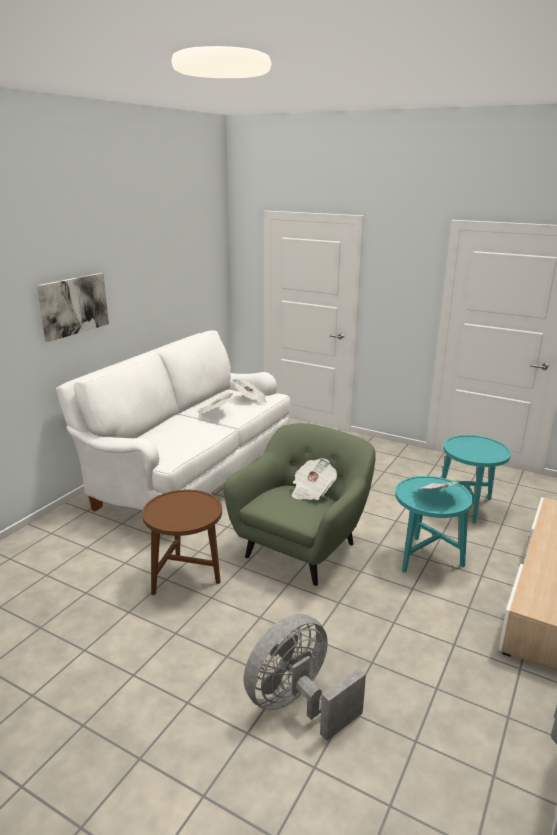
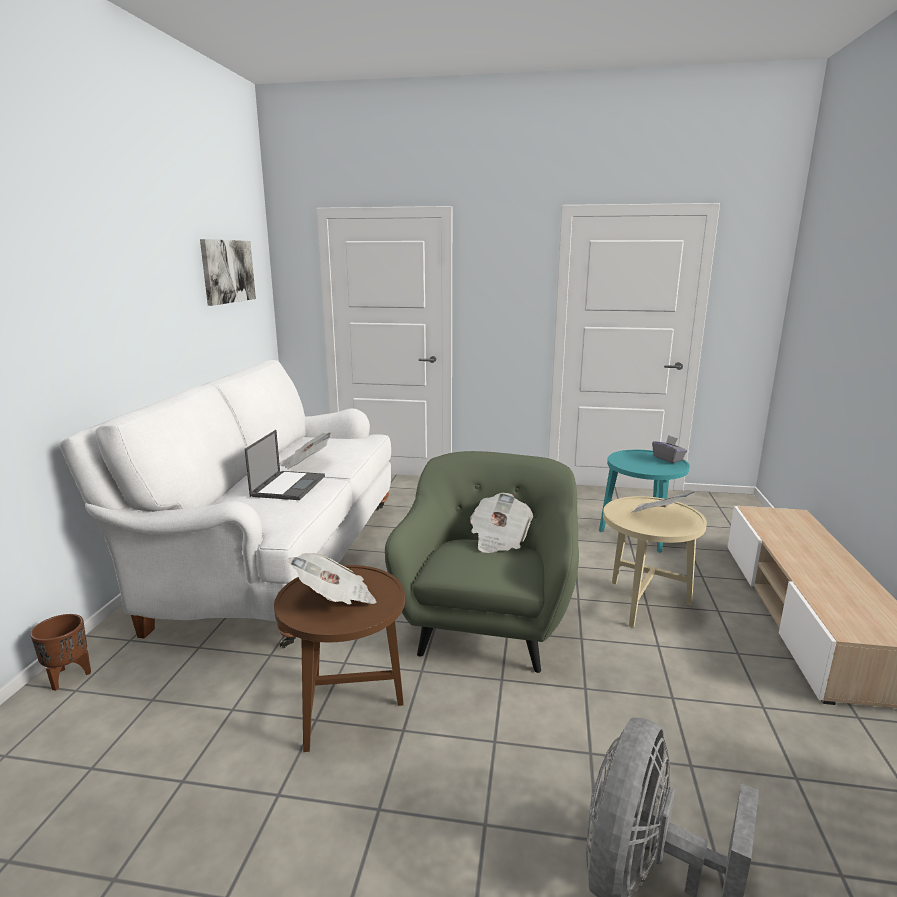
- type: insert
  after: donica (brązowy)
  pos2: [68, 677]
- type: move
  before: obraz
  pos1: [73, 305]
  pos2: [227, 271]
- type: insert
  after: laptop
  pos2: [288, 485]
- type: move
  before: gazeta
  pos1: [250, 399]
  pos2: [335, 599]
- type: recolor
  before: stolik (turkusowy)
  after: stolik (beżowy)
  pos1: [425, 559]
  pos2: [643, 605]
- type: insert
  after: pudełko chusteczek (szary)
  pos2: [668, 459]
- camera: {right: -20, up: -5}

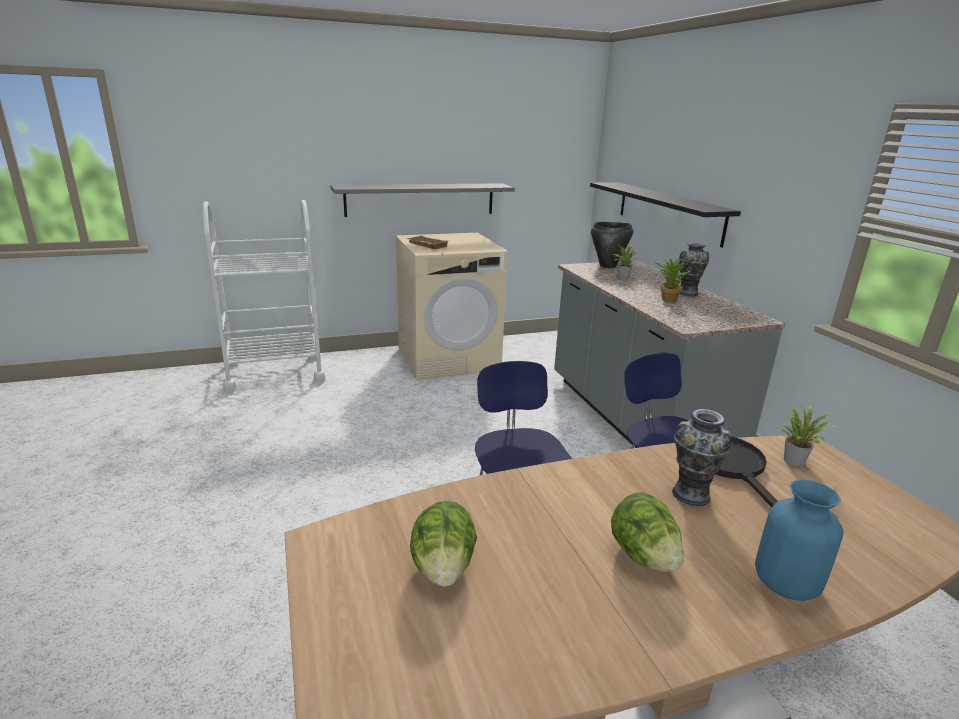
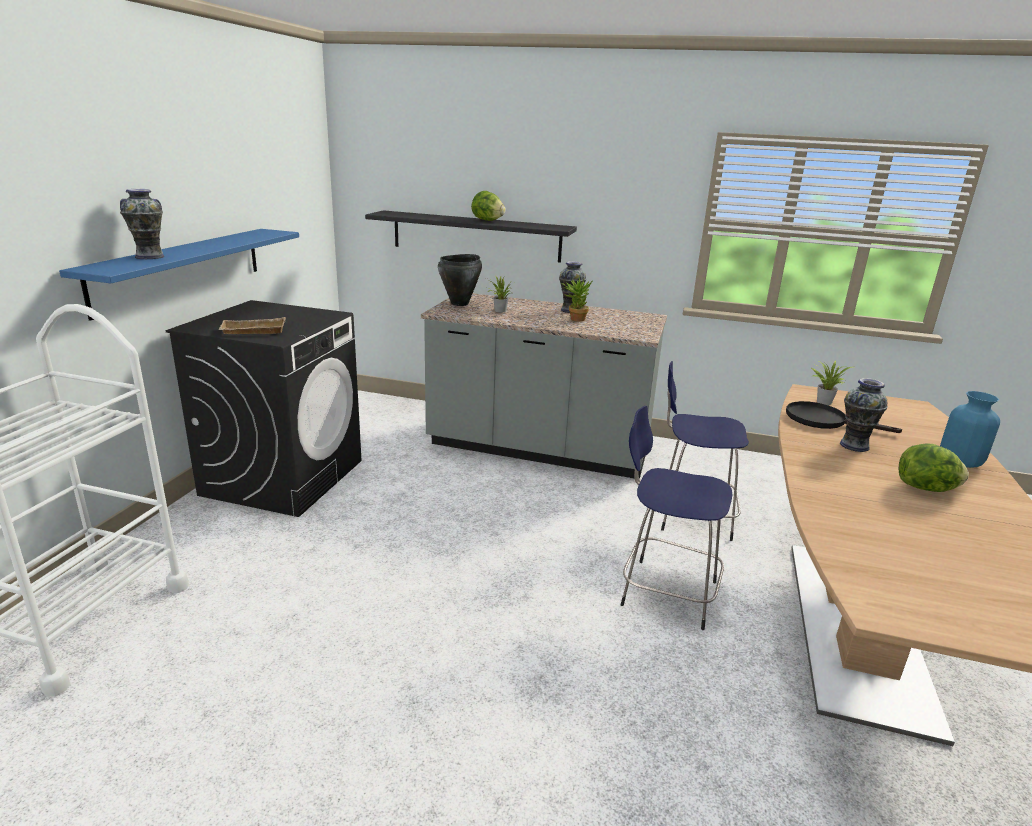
- type: recolor
  before: półka (szary)
  after: półka (niebieski)
  pos1: [420, 199]
  pos2: [181, 269]
- type: insert
  after: wazon
  pos2: [149, 257]
- type: recolor
  before: pralka (beżowy)
  after: pralka (czarny)
  pos1: [448, 359]
  pos2: [284, 477]
- type: move
  before: sałata
  pos1: [443, 568]
  pos2: [487, 220]
- camera: {right: -55, up: 0}

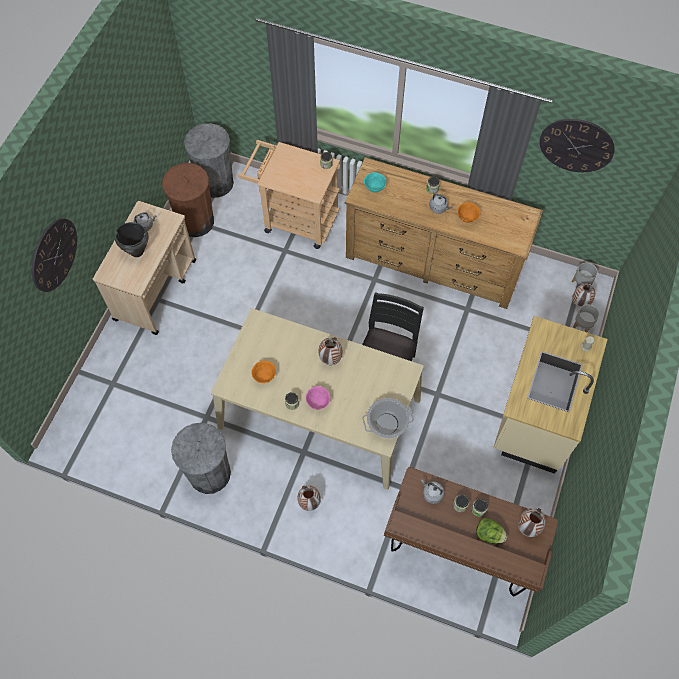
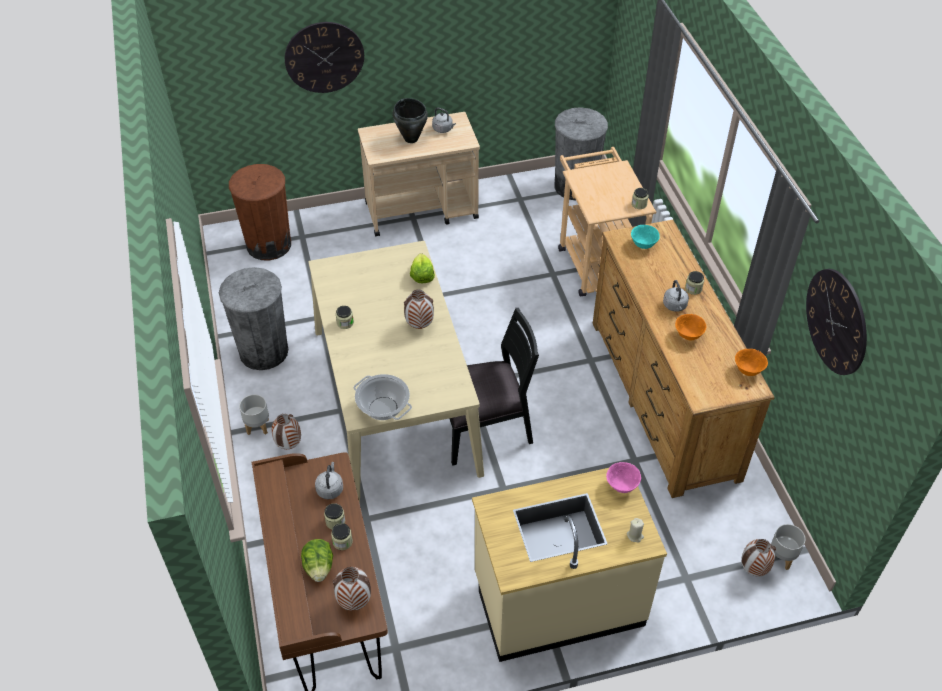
- type: move
  before: kosz na śmieci (brązowy)
  pos1: [195, 221]
  pos2: [269, 245]
- type: move
  before: donica (szary)
  pos1: [582, 326]
  pos2: [257, 426]
- type: insert
  after: sałata
  pos2: [422, 276]
- type: move
  before: miska (różowy)
  pos1: [318, 402]
  pos2: [621, 486]
- type: move
  before: miska (pomarańczowy)
  pos1: [264, 376]
  pos2: [748, 370]
- camera: {right: 55, up: -15}

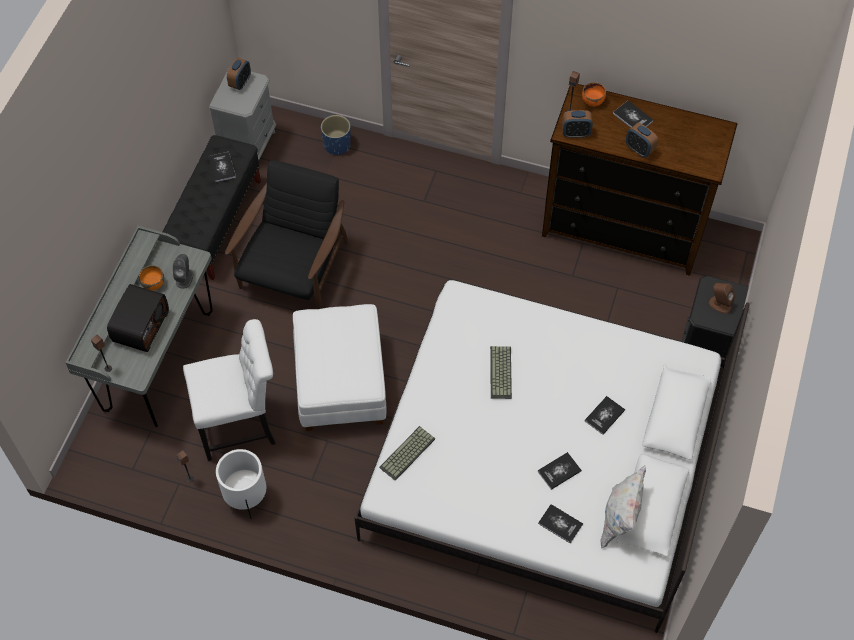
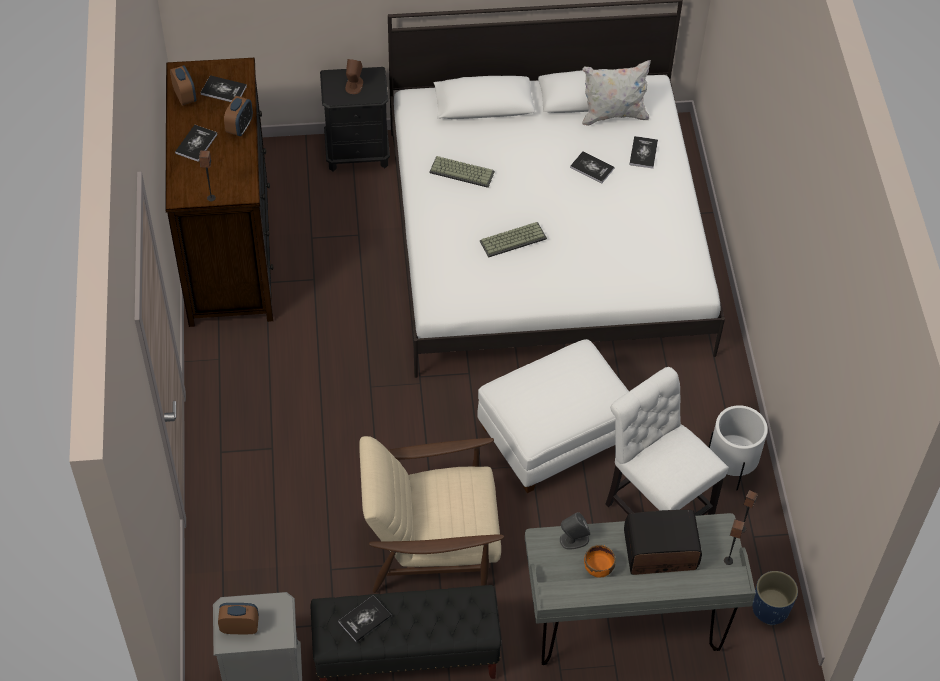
- type: move
  before: budzik
  pos1: [575, 133]
  pos2: [185, 97]
- type: move
  before: książka
  pos1: [604, 415]
  pos2: [223, 90]
- type: recolor
  before: fotel (czarny)
  after: fotel (beżowy)
  pos1: [294, 269]
  pos2: [431, 542]
- type: move
  before: klawiatura
  pos1: [407, 454]
  pos2: [463, 172]
- type: move
  before: donica (niebieski)
  pos1: [337, 145]
  pos2: [770, 608]
- type: delete
  before: miska (pomarańczowy)
  pos1: [592, 101]
- camera: {right: -115, up: -5}

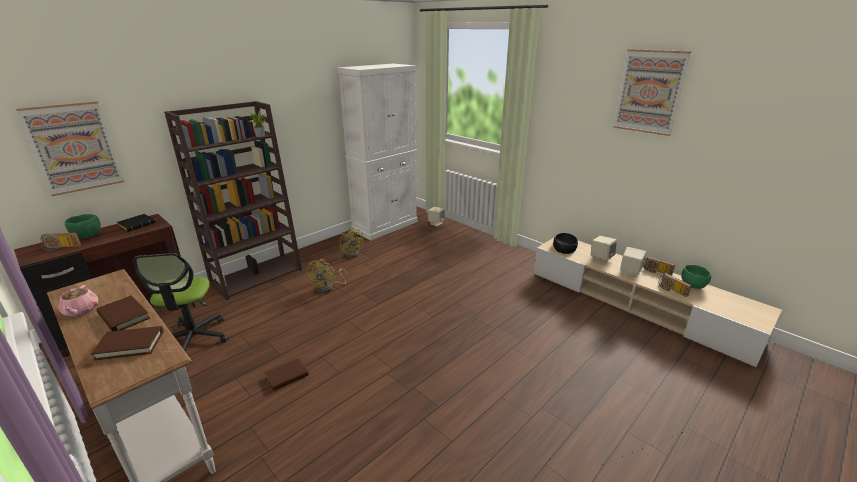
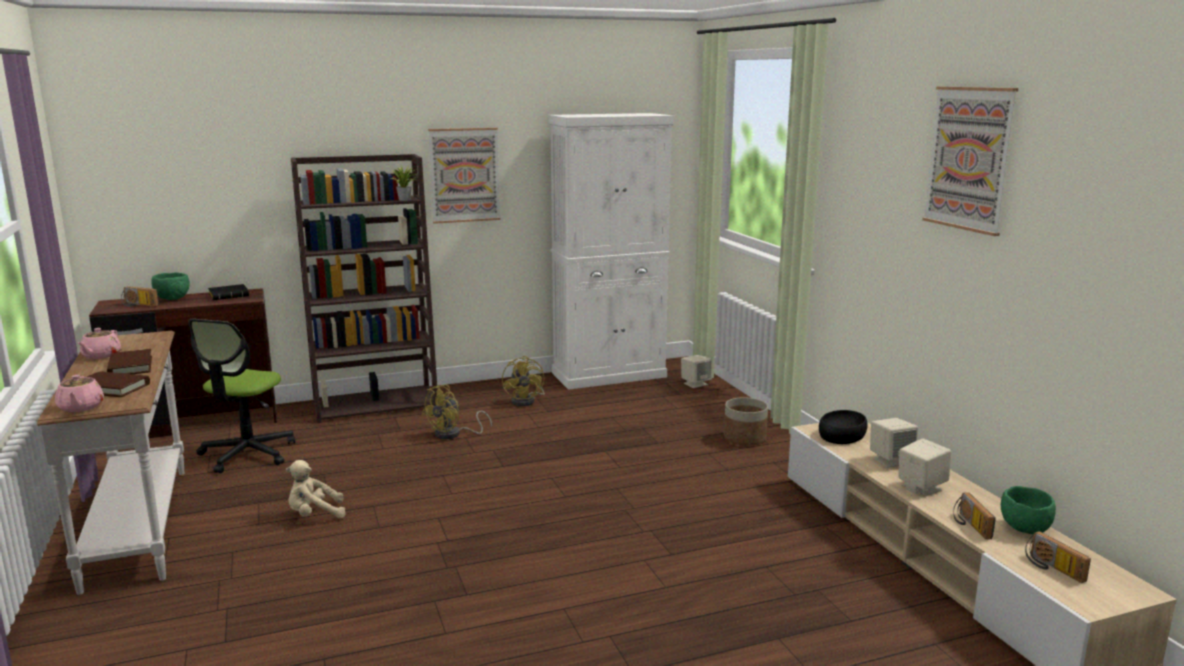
- type: insert
  after: imbryk (różowy)
  pos2: [81, 407]
- type: replace
  before: książka (brązowy)
  after: pluszak (beżowy)
  pos1: [287, 376]
  pos2: [314, 515]
- type: move
  before: obraz
  pos1: [74, 148]
  pos2: [464, 175]
- type: insert
  after: donica
  pos2: [744, 438]
- type: move
  before: radio
  pos1: [656, 271]
  pos2: [1052, 568]
- camera: {right: 25, up: -10}

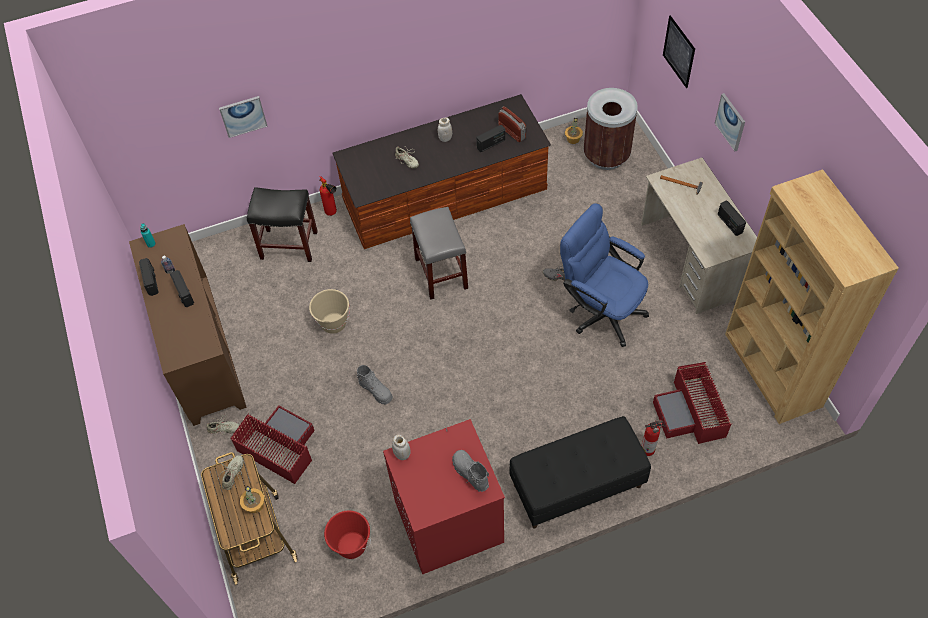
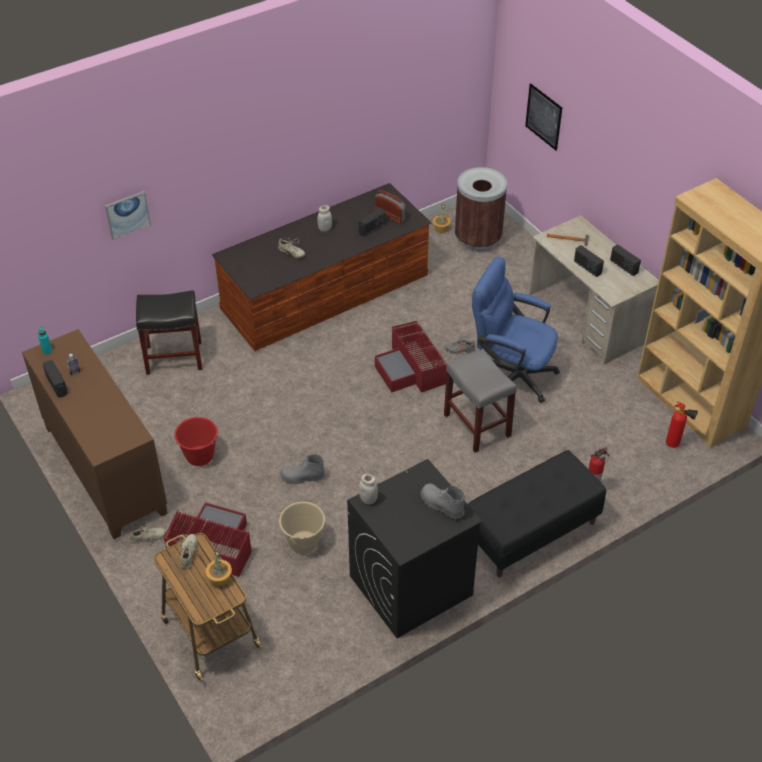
- type: move
  before: wiadro (czerwony)
  pos1: [351, 545]
  pos2: [199, 456]
- type: move
  before: wiadro (beżowy)
  pos1: [333, 323]
  pos2: [303, 542]
- type: rotate
  before: but z cholewką (szary)
  pos1: [376, 390]
  pos2: [302, 477]
  turn: 150
- type: recolor
  before: pralka (czerwony)
  after: pralka (czarny)
  pos1: [448, 522]
  pos2: [410, 586]
- type: move
  before: pojemnik do przechowywania (czerwony)
  pos1: [691, 412]
  pos2: [411, 369]
- type: move
  before: stołek (szary)
  pos1: [442, 274]
  pos2: [478, 425]
- type: move
  before: radio
  pos1: [184, 294]
  pos2: [587, 267]
- type: move
  before: gaśnica
  pos1: [333, 213]
  pos2: [675, 445]
- type: delete
  before: obraz
  pos1: [730, 122]
- camera: {right: -15, up: -10}

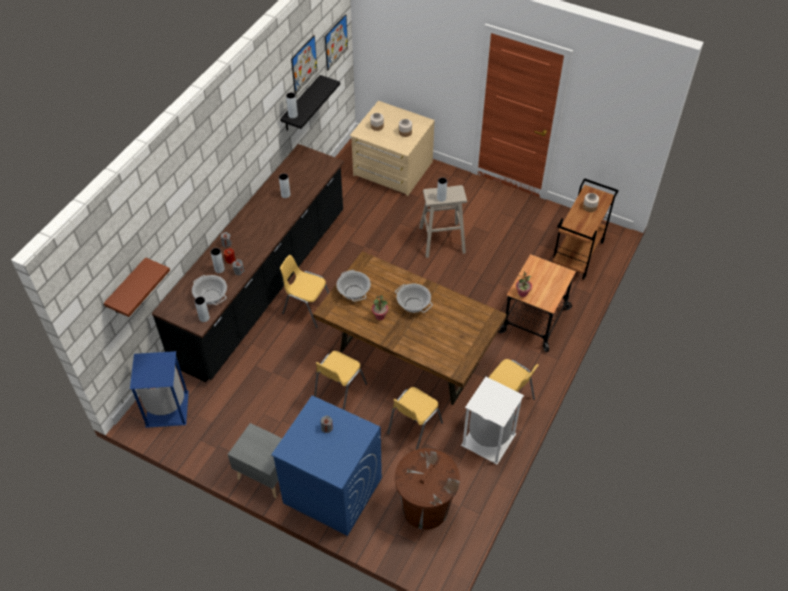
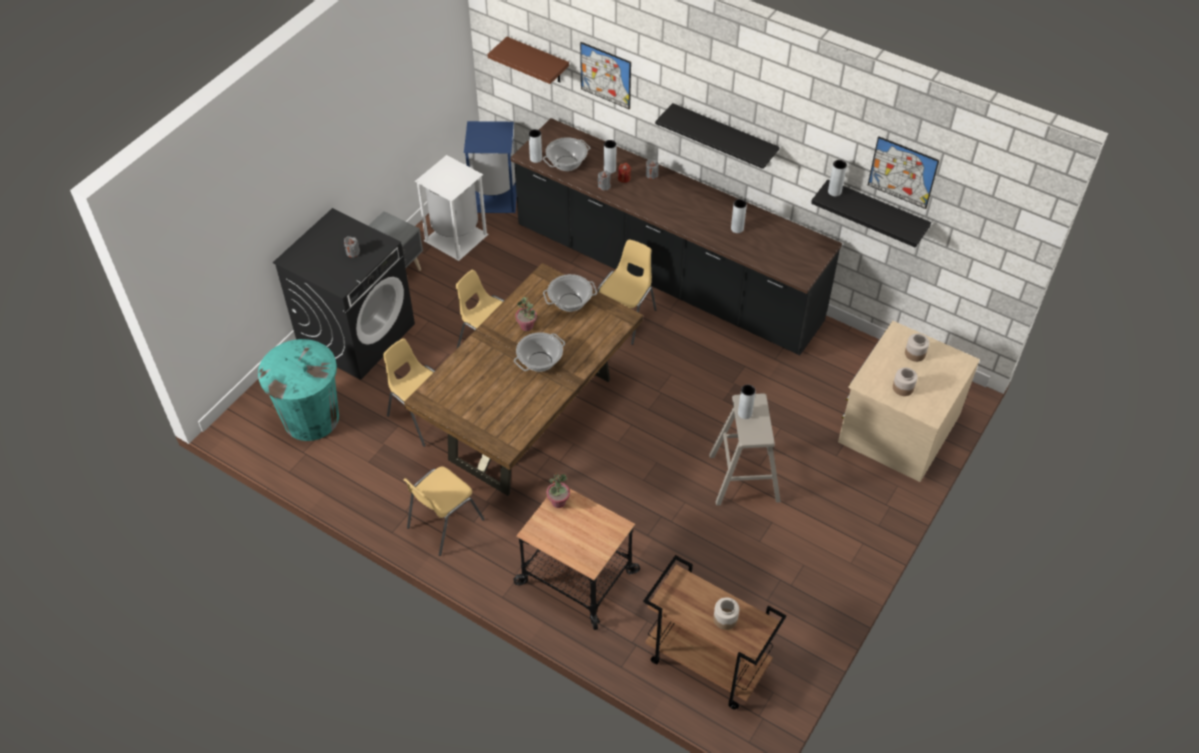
- type: recolor
  before: kosz na śmieci (brązowy)
  after: kosz na śmieci (turkusowy)
  pos1: [425, 508]
  pos2: [311, 418]
- type: recolor
  before: pralka (niebieski)
  after: pralka (czarny)
  pos1: [332, 490]
  pos2: [356, 334]
- type: move
  before: kosz na śmieci (biały)
  pos1: [488, 440]
  pos2: [455, 238]
- type: move
  before: obraz
  pos1: [336, 42]
  pos2: [605, 75]
- type: insert
  after: półka (czarny)
  pos2: [724, 136]
- camera: {right: 95, up: 0}

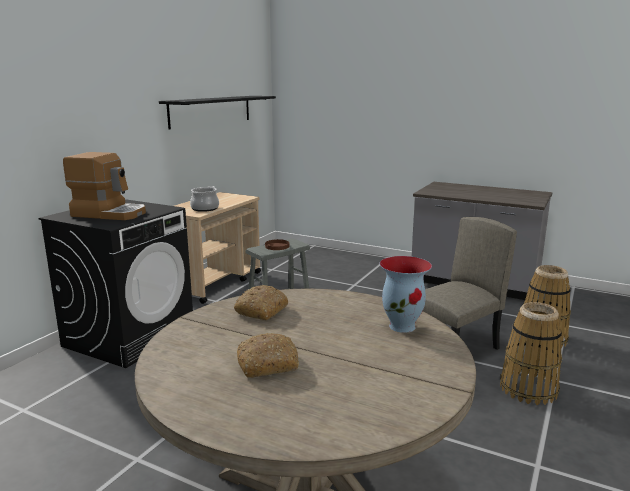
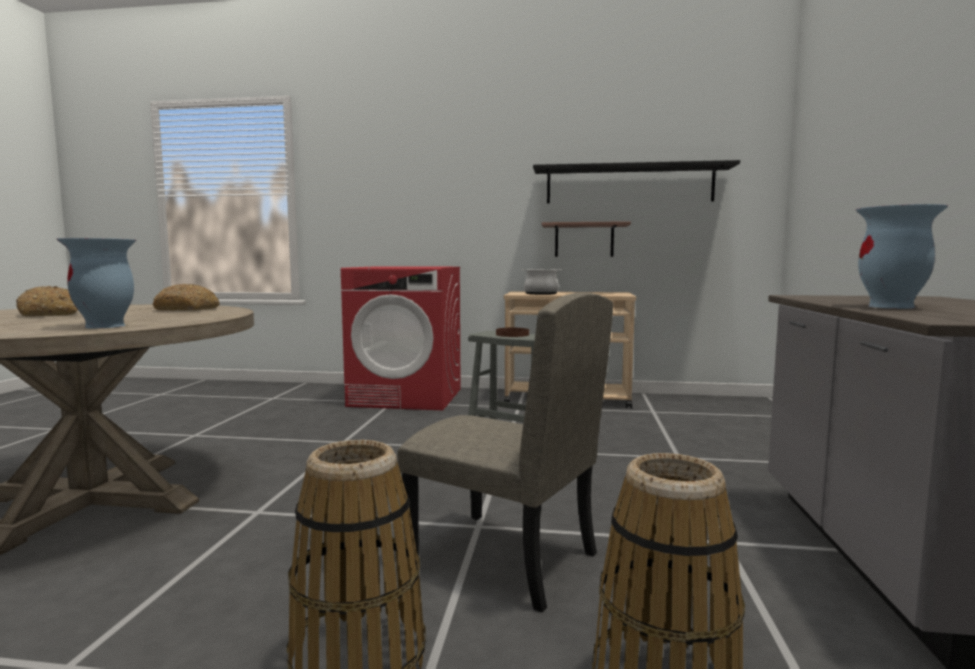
- type: recolor
  before: pralka (czarny)
  after: pralka (czerwony)
  pos1: [130, 336]
  pos2: [407, 397]
- type: insert
  after: półka
  pos2: [584, 240]
- type: insert
  after: wazon
  pos2: [892, 307]
- type: delete
  before: ekspres do kawy
  pos1: [110, 213]
- camera: {right: 70, up: -10}

